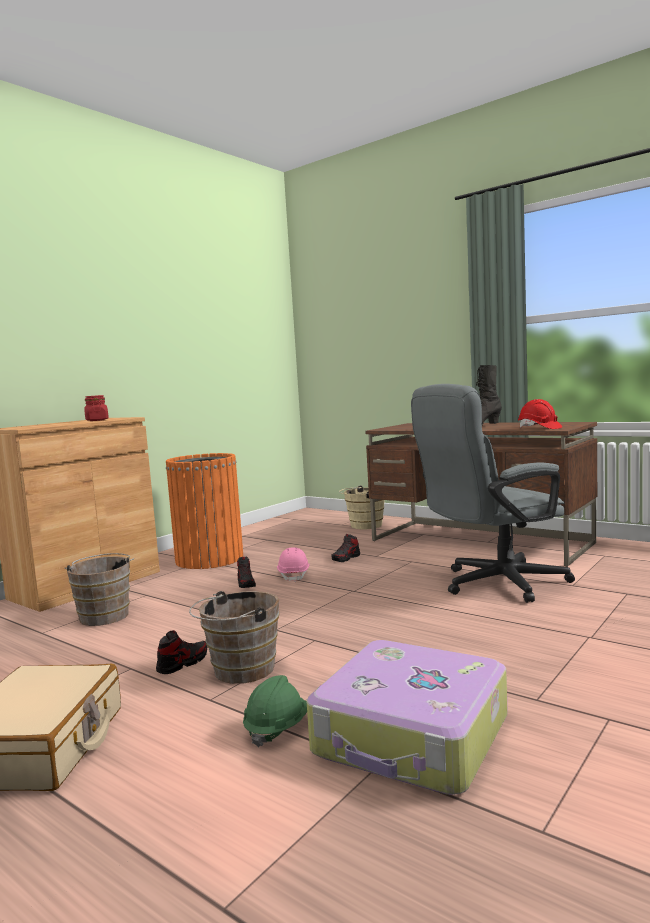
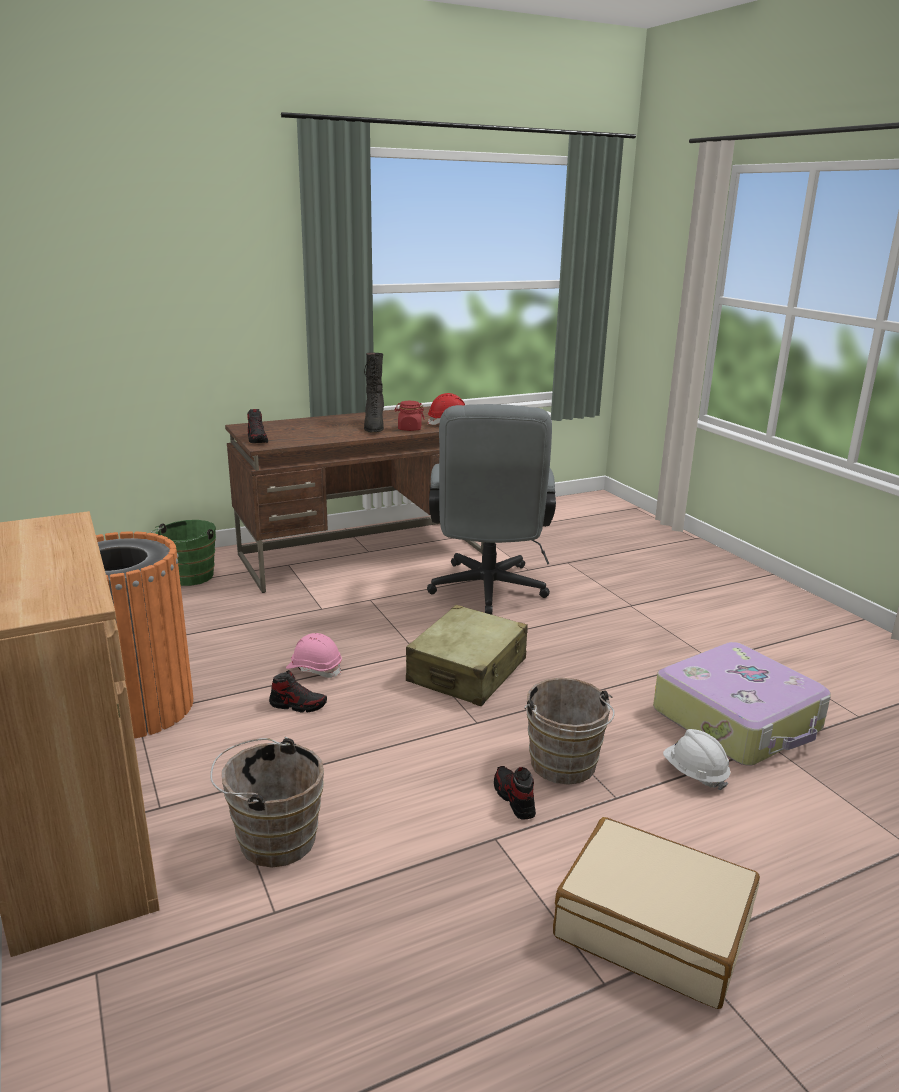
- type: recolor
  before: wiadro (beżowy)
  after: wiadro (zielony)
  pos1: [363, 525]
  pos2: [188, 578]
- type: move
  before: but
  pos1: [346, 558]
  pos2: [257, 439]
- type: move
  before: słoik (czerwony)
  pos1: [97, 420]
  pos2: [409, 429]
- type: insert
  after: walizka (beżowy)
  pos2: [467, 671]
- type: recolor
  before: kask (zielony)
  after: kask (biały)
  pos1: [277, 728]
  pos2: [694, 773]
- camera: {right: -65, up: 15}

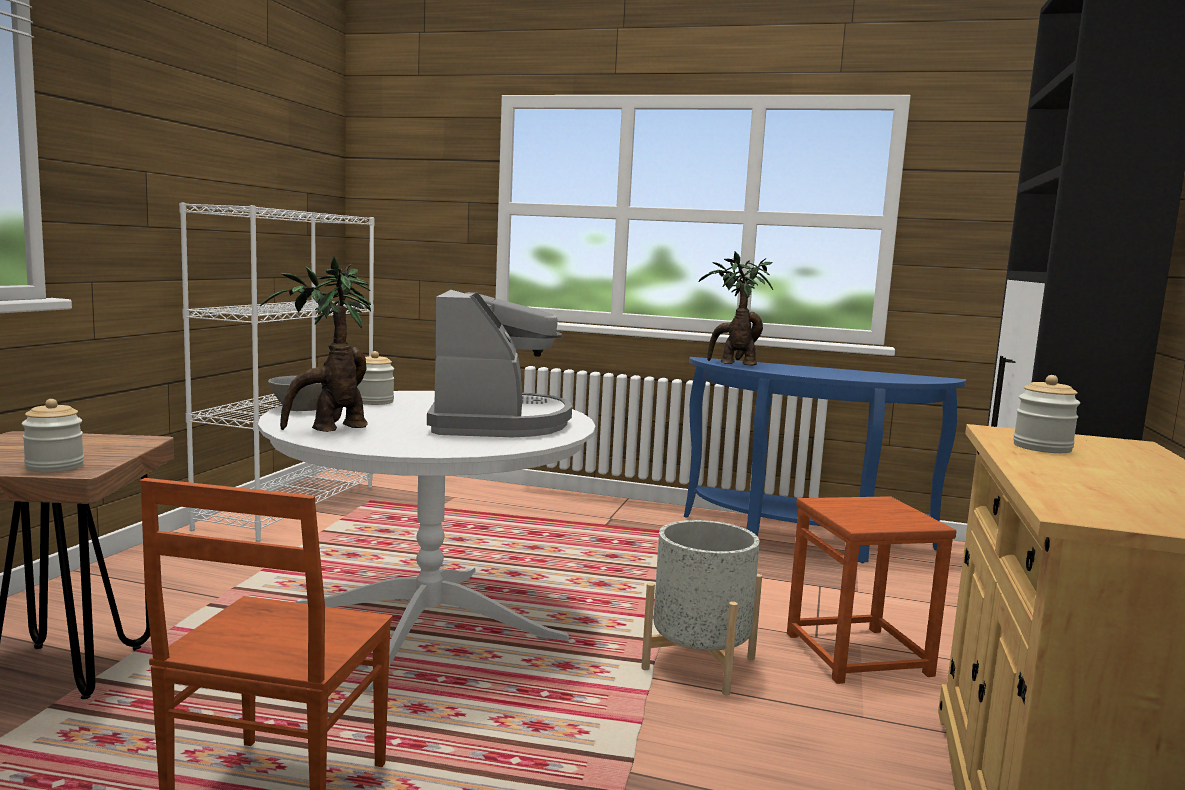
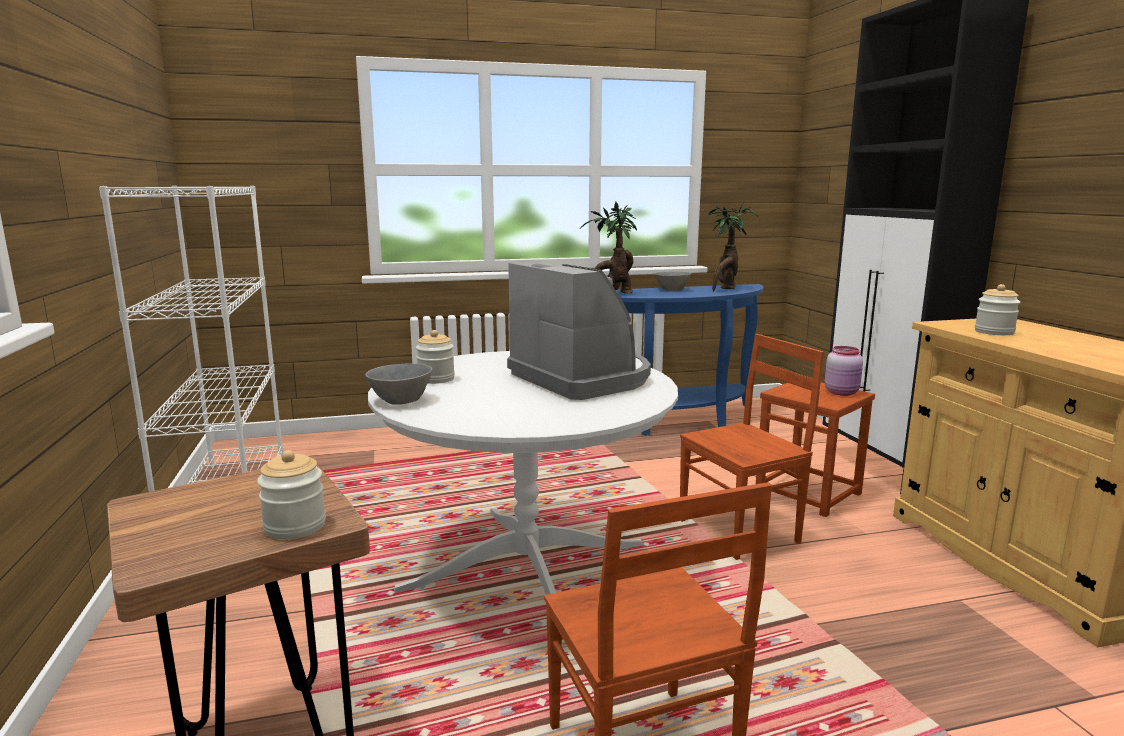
- type: insert
  after: miska (szary)
  pos2: [672, 290]
- type: replace
  before: donica (szary)
  after: krzesło (brązowy)
  pos1: [699, 664]
  pos2: [741, 532]
- type: move
  before: roślina doniczkowa
  pos1: [331, 429]
  pos2: [725, 289]
- type: insert
  after: słoik (różowy)
  pos2: [842, 392]
- camera: {right: -30, up: 5}

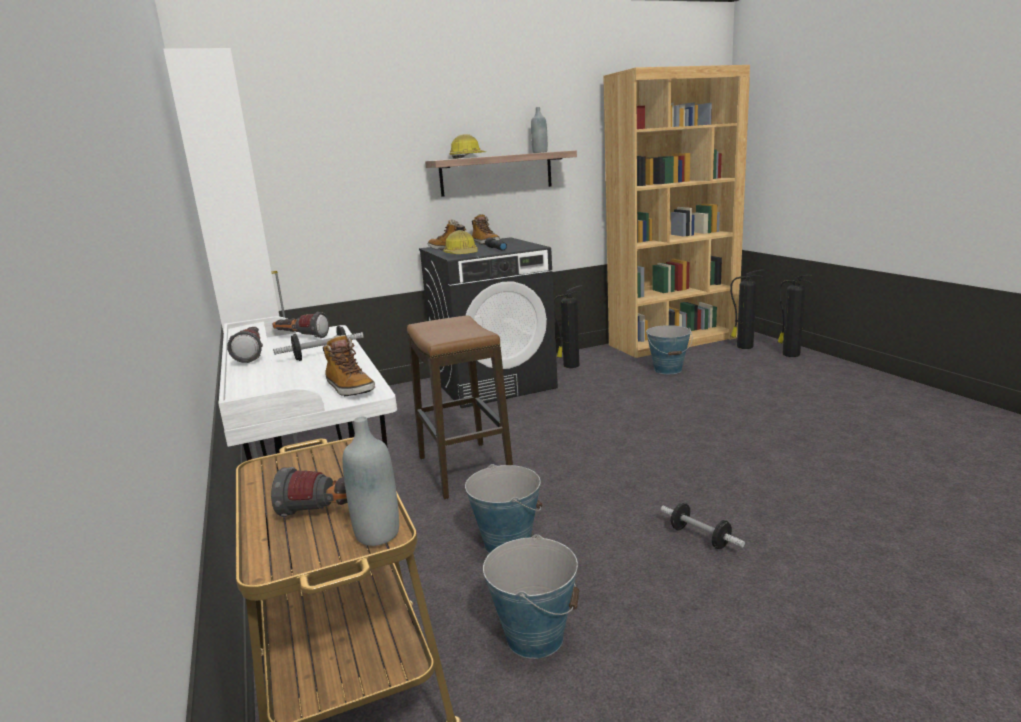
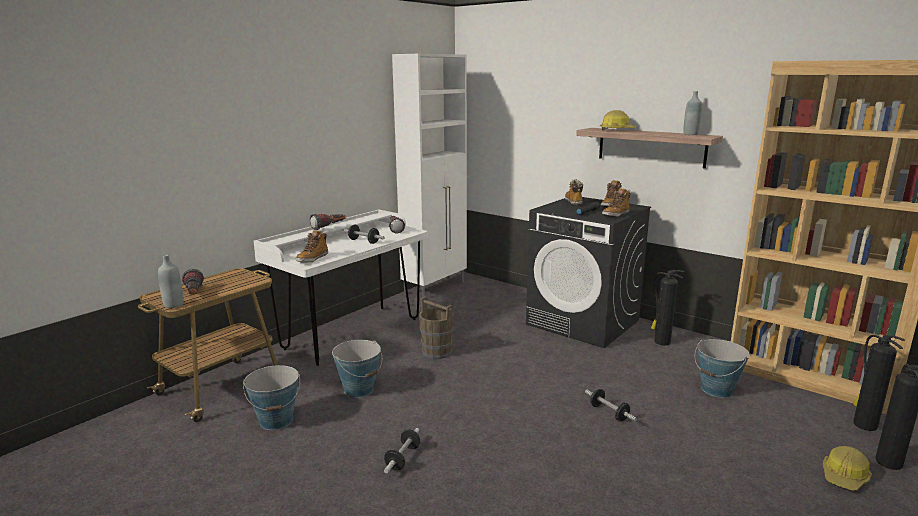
- type: replace
  before: stołek
  after: wiadro (brązowy)
  pos1: [465, 470]
  pos2: [437, 352]
- type: insert
  after: hantel
  pos2: [609, 413]
- type: insert
  after: but z cholewką
  pos2: [615, 215]
- type: move
  before: kask
  pos1: [462, 255]
  pos2: [844, 477]
- camera: {right: 60, up: 0}

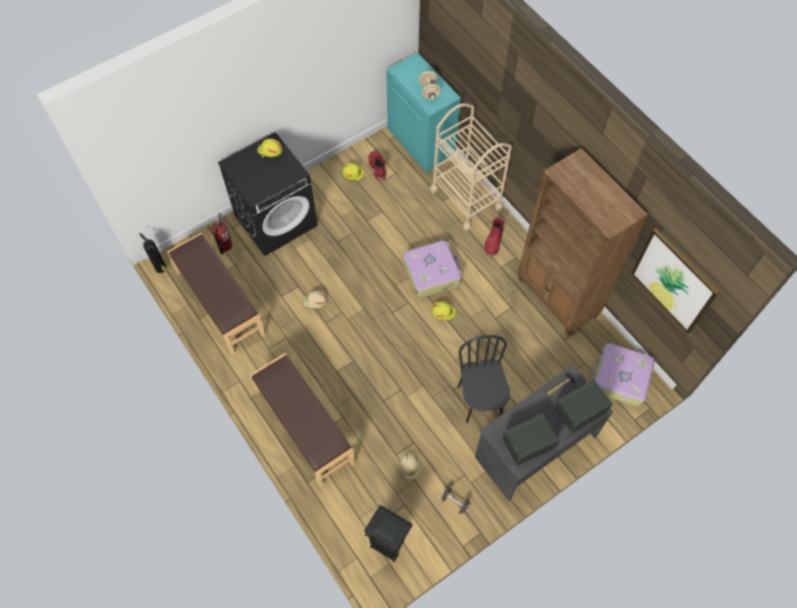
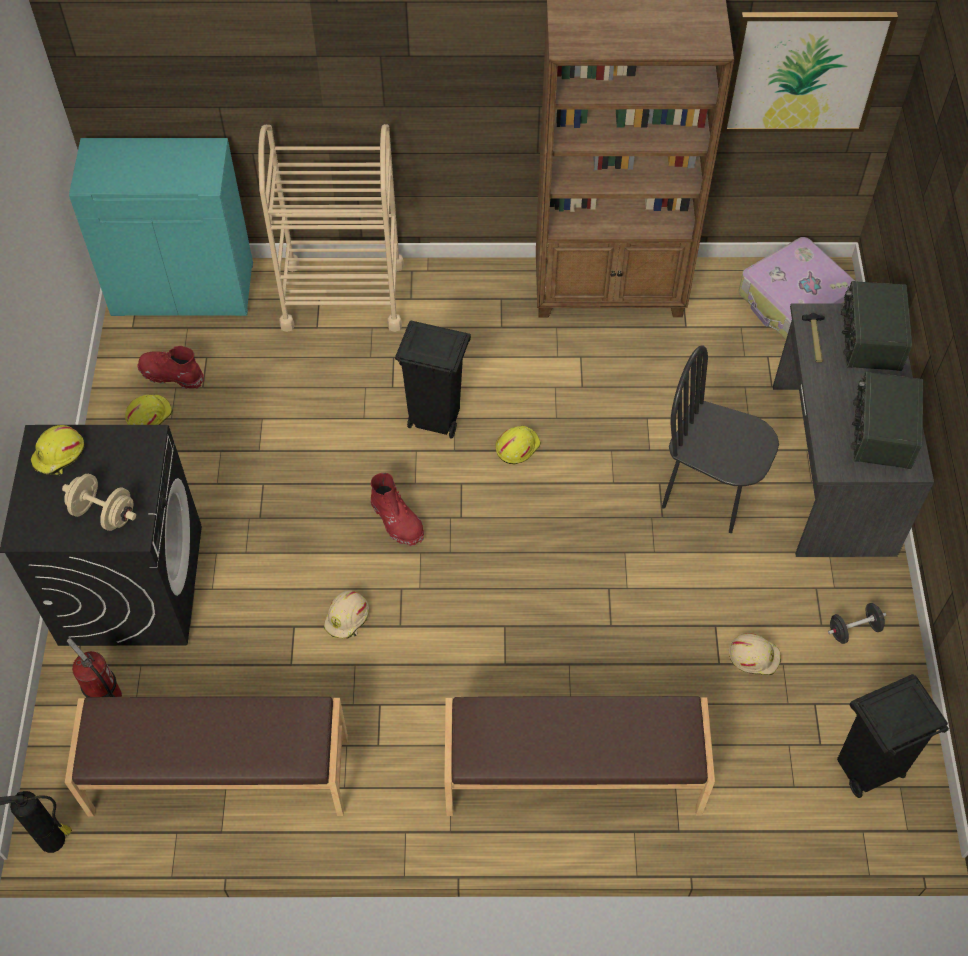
- type: move
  before: hantel (beżowy)
  pos1: [429, 91]
  pos2: [104, 513]
- type: move
  before: but z cholewką (czerwony)
  pos1: [493, 242]
  pos2: [397, 521]
- type: replace
  before: walizka
  after: kosz na śmieci (czarny)
  pos1: [432, 272]
  pos2: [434, 419]
- camera: {right: -55, up: -5}

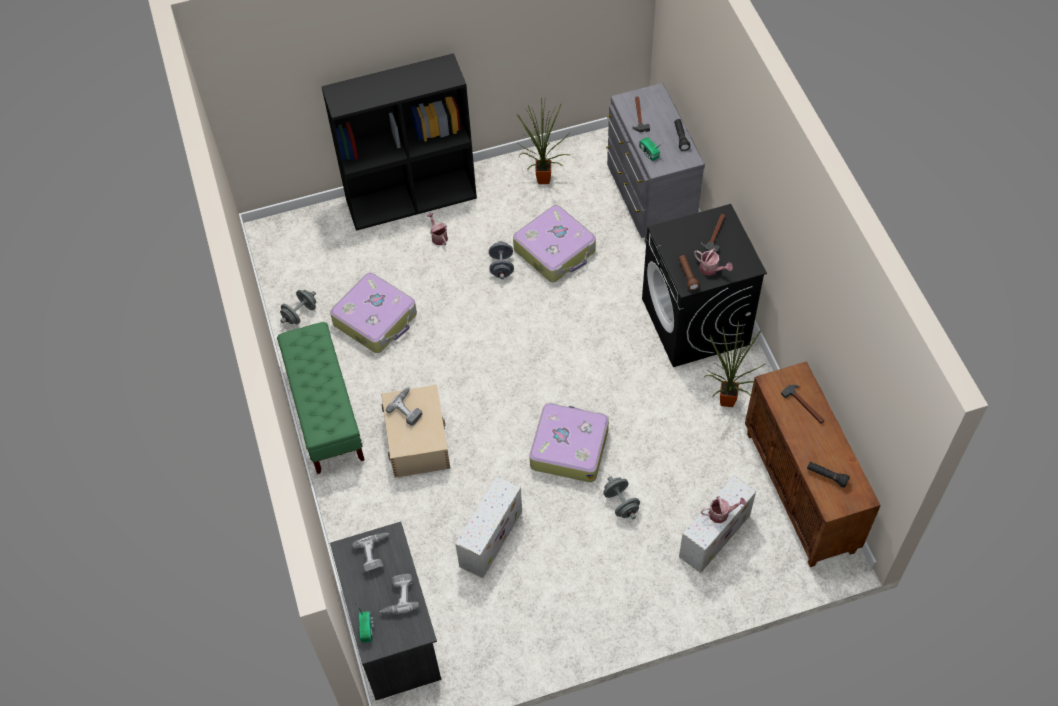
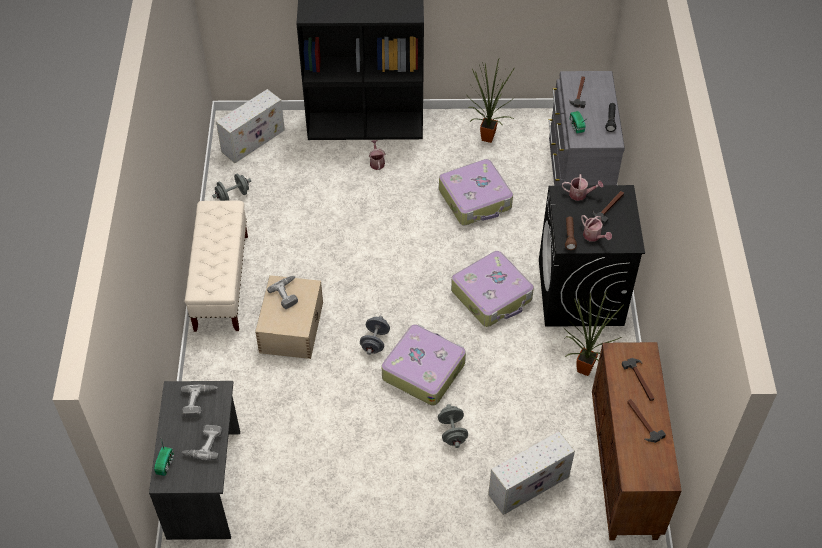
- type: recolor
  before: ławka (zielony)
  after: ławka (beżowy)
  pos1: [325, 412]
  pos2: [221, 282]
- type: move
  before: pojemnik do przechowywania (biały)
  pos1: [491, 537]
  pos2: [254, 140]
- type: move
  before: hantel (szary)
  pos1: [501, 267]
  pos2: [375, 342]
- type: move
  before: walizka
  pos1: [376, 319]
  pos2: [492, 295]
- type: move
  before: konewka
  pos1: [721, 513]
  pos2: [580, 194]
- type: insert
  after: młotek
  pos2: [642, 421]
- type: delete
  before: latarka (czarny)
  pos1: [826, 476]
- camera: {right: 15, up: -5}

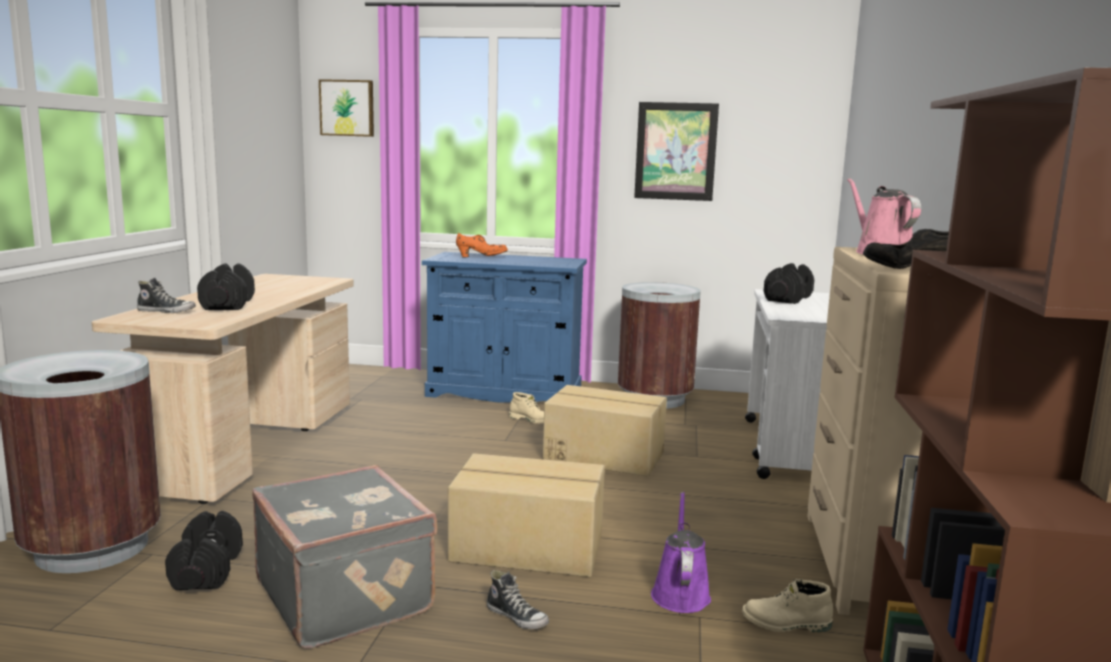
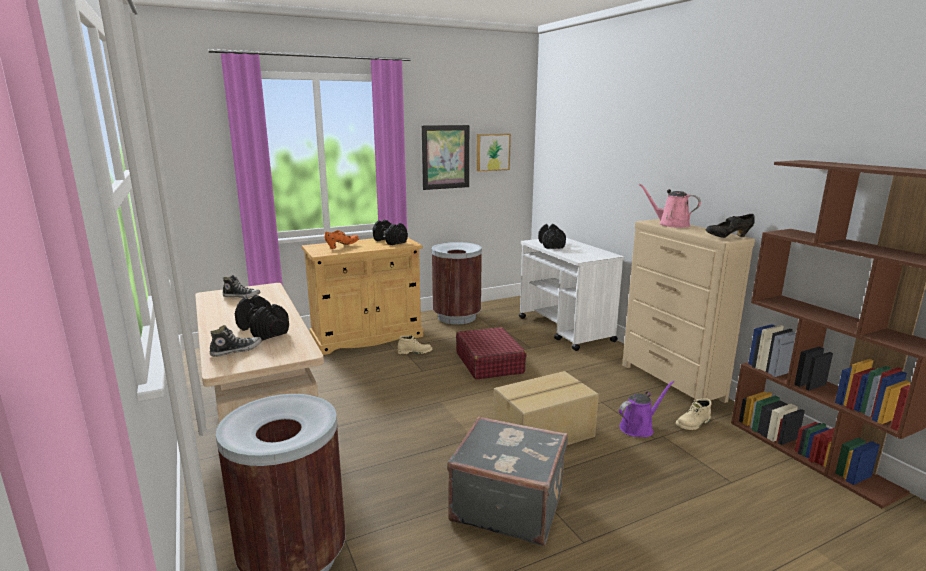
- type: move
  before: but
  pos1: [517, 617]
  pos2: [242, 296]
- type: recolor
  before: szafka (niebieski)
  after: szafka (beżowy)
  pos1: [504, 392]
  pos2: [367, 337]
- type: move
  before: hantel (czarny)
  pos1: [206, 570]
  pos2: [389, 241]
- type: replace
  before: karton
  after: walizka (czerwony)
  pos1: [604, 456]
  pos2: [489, 363]
- type: move
  before: obraz
  pos1: [347, 108]
  pos2: [492, 152]
- type: rotate
  before: konewka (fioletowy)
  pos1: [680, 593]
  pos2: [639, 427]
  turn: 90
- camera: {right: -35, up: 5}

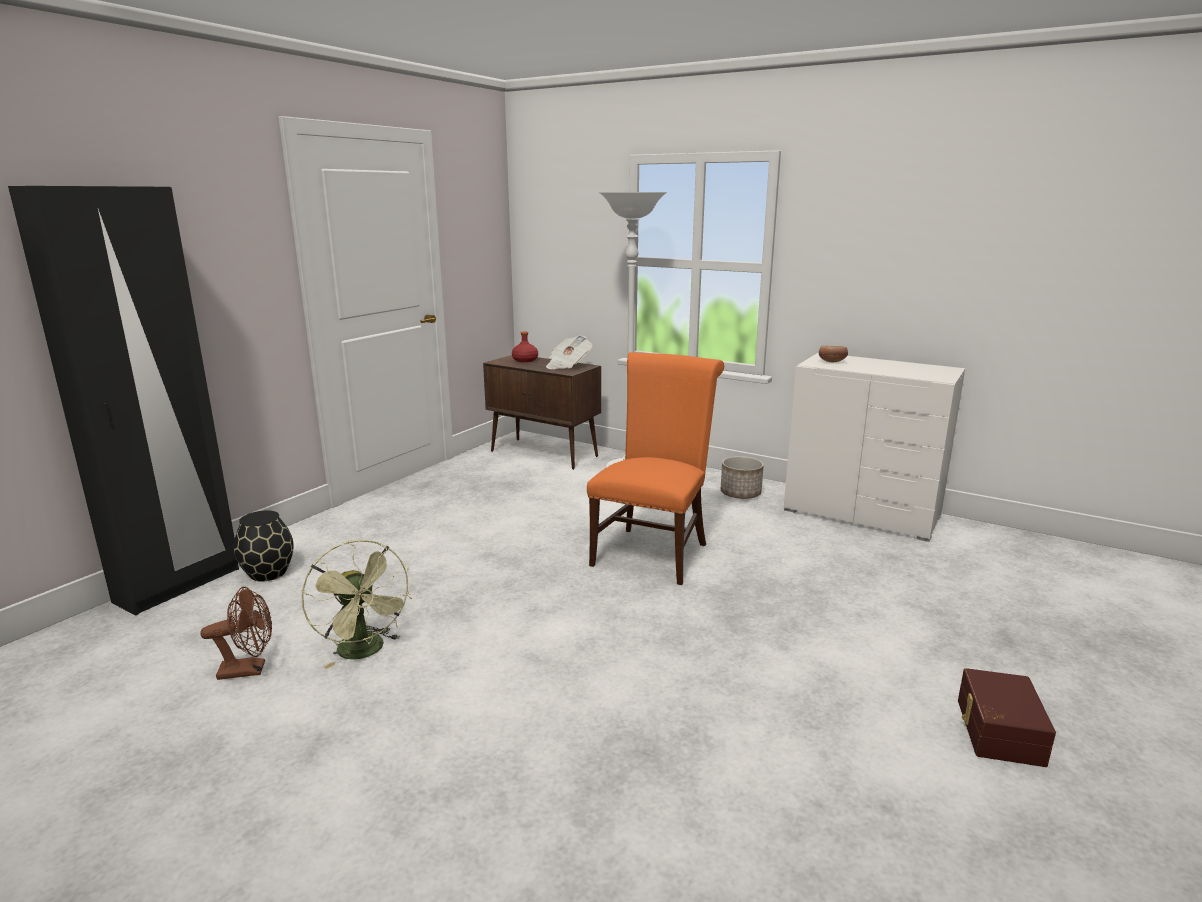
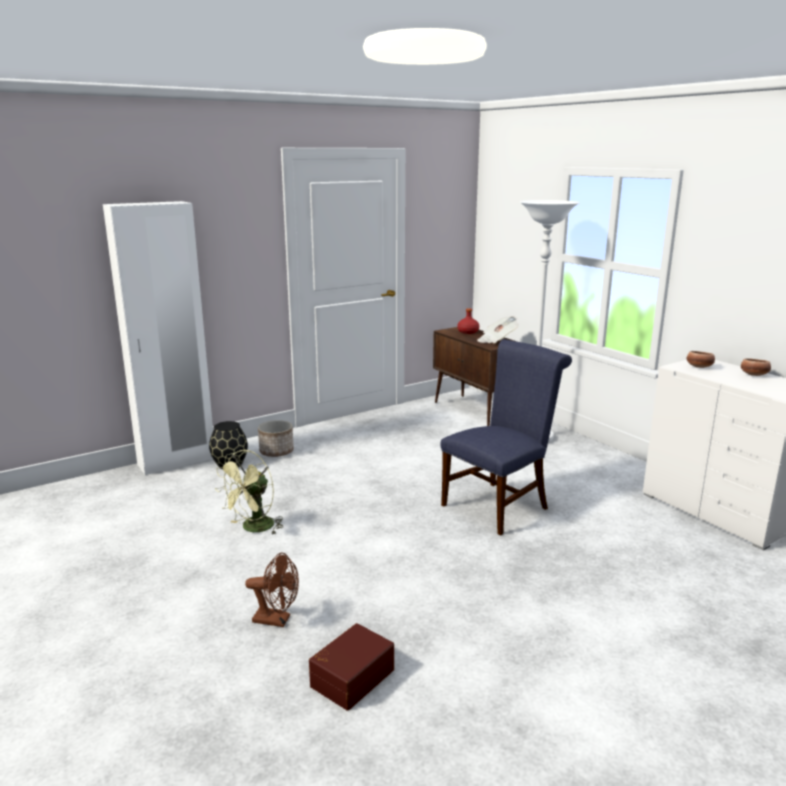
- type: recolor
  before: szafa (czarny)
  after: szafa (biały)
  pos1: [178, 585]
  pos2: [177, 462]
- type: rotate
  before: wentylator (zielony)
  pos1: [366, 652]
  pos2: [253, 528]
  turn: 45
- type: move
  before: wentylator (brązowy)
  pos1: [249, 669]
  pos2: [277, 620]
- type: move
  before: donica
  pos1: [740, 493]
  pos2: [276, 452]
- type: move
  before: pojemnik do przechowywania (brązowy)
  pos1: [997, 731]
  pos2: [351, 677]
- type: recolor
  before: krzesło (pomarańczowy)
  after: krzesło (niebieski)
  pos1: [653, 551]
  pos2: [499, 505]
- type: insert
  after: miska
  pos2: [753, 375]
- camera: {right: 25, up: 0}

